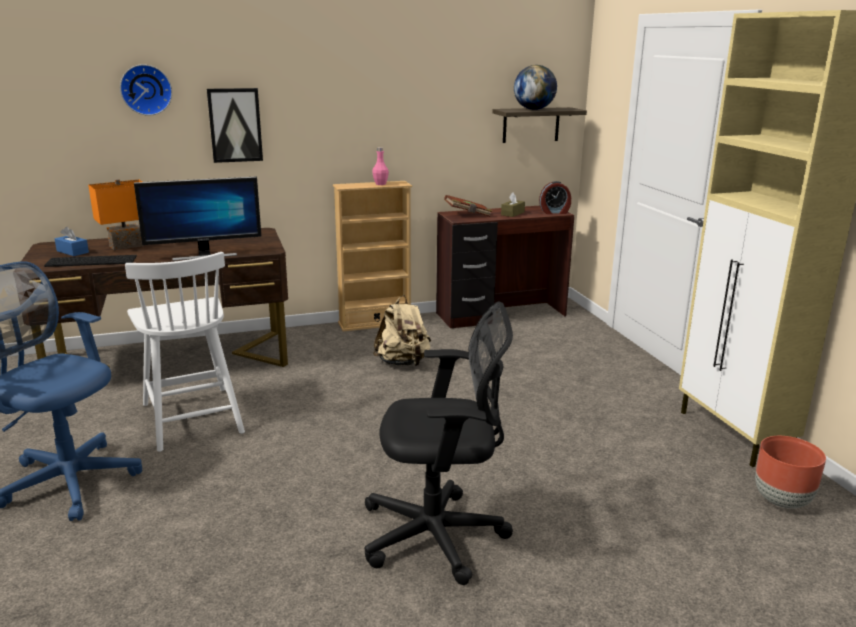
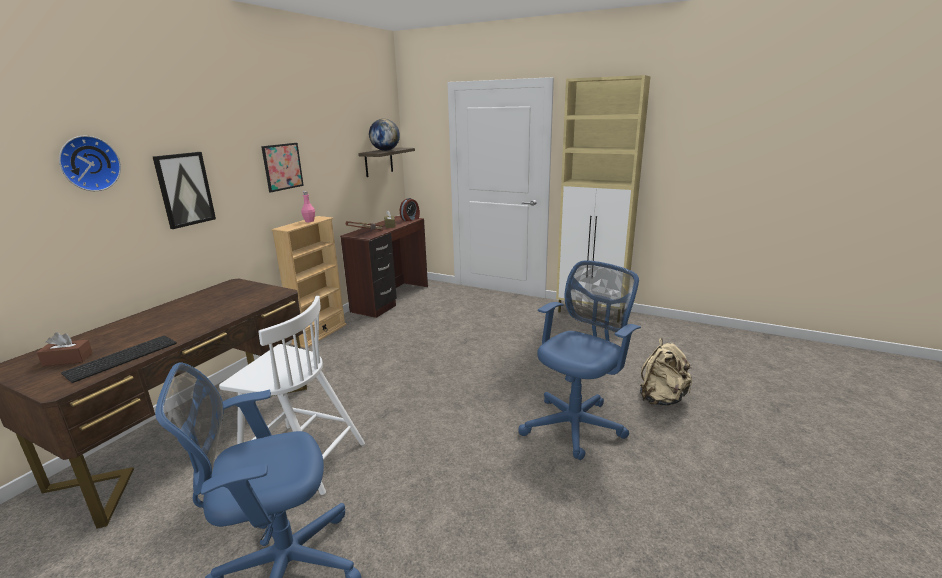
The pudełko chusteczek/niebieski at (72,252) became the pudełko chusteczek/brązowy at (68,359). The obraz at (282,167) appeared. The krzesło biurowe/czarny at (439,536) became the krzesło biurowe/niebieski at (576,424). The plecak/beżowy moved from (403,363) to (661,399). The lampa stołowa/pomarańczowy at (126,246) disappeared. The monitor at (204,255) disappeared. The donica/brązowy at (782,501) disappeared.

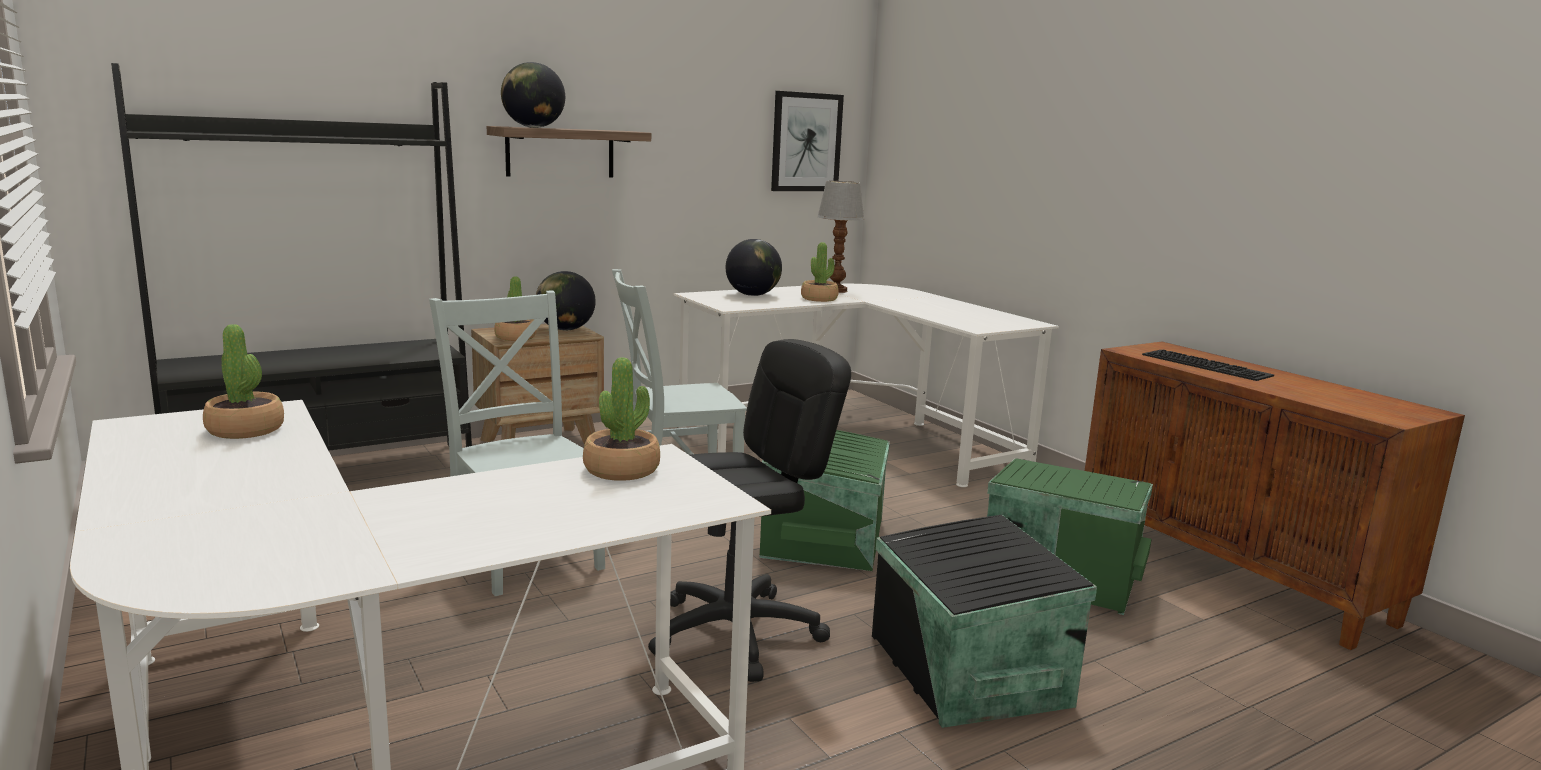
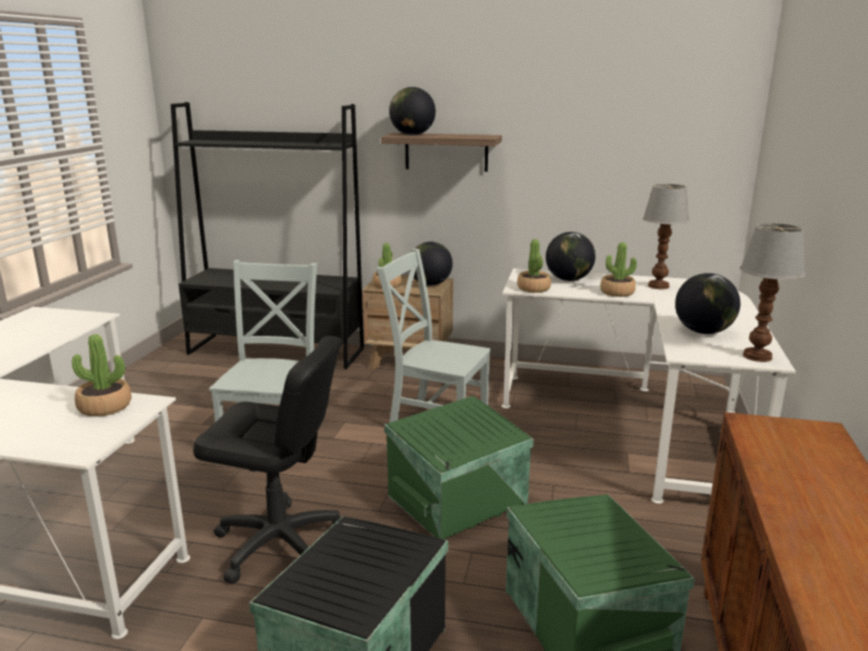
The roślina doniczkowa moved from (246,429) to (533,288). The globus at (703,332) appeared. The lampa stołowa at (758,357) appeared. The obraz at (806,142) disappeared. The klawiatura at (1208,365) disappeared.

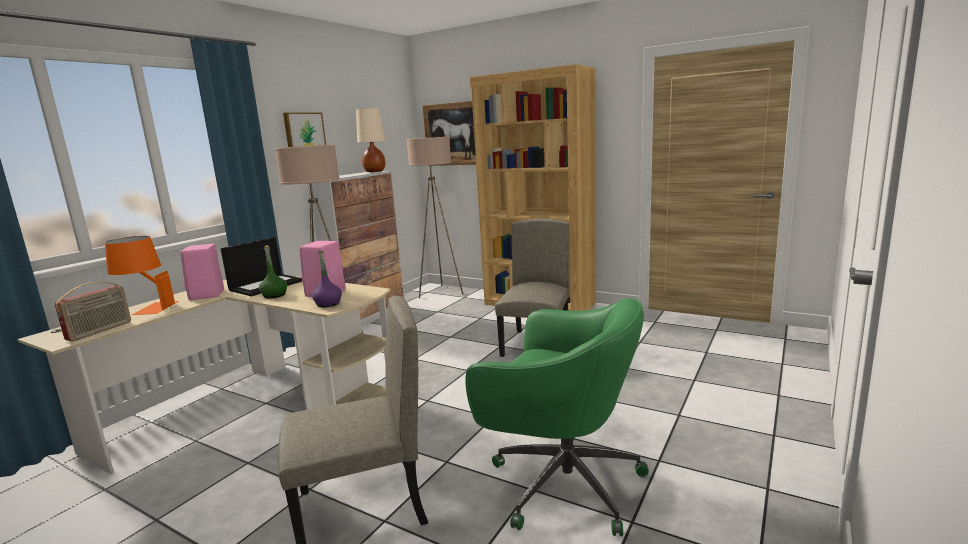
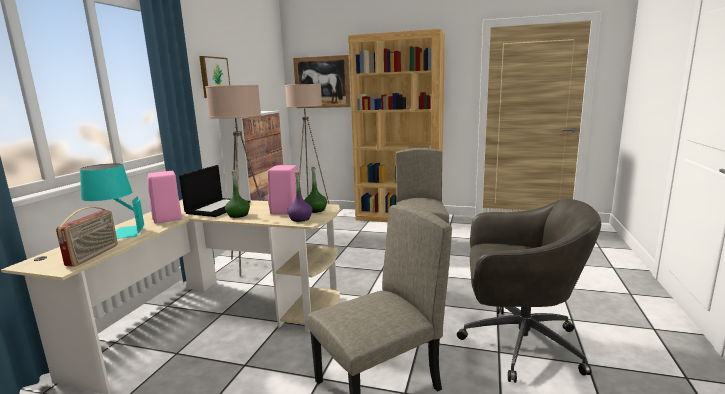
The lampa stołowa/pomarańczowy at (147,308) became the lampa stołowa/turkusowy at (118,233). The butelka/zielony at (315,210) appeared. The krzesło biurowe/zielony at (561,482) became the krzesło biurowe/szary at (518,344). The lampa stołowa/beżowy at (375,171) disappeared.

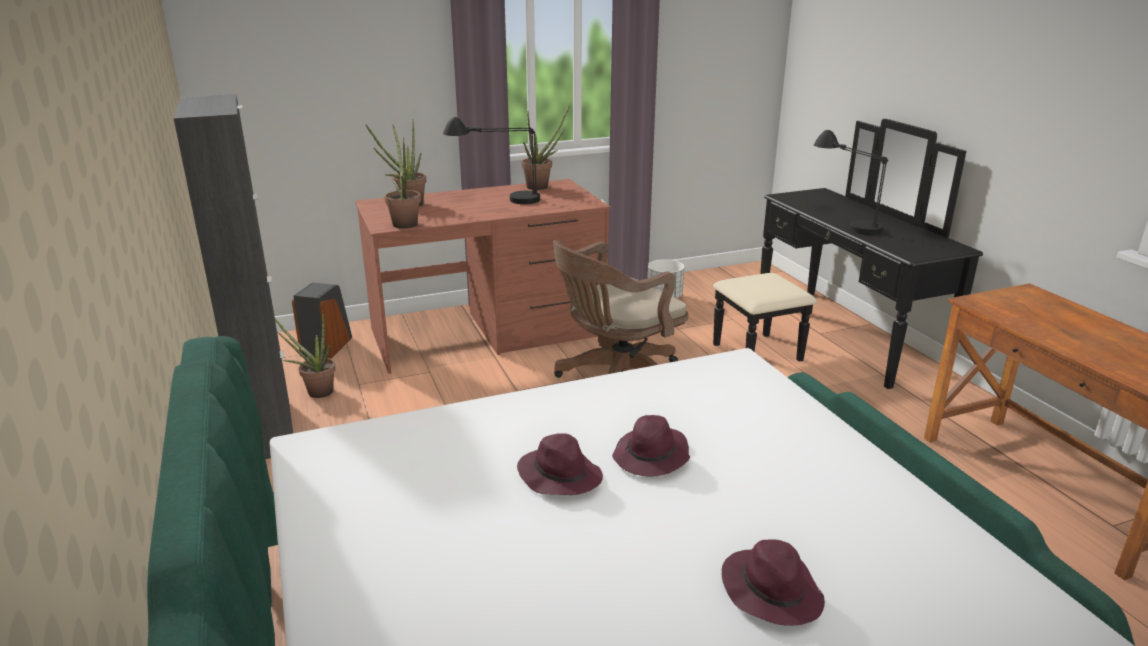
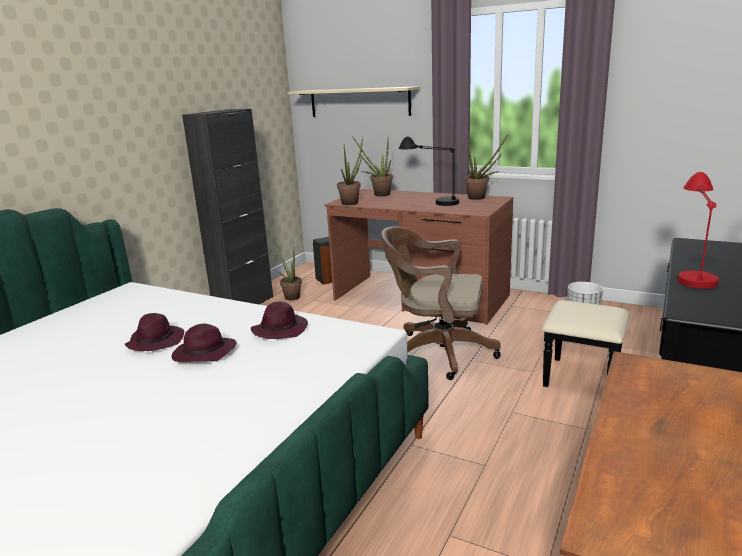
The kapelusz/fioletowy moved from (770,590) to (280,329). The półka/beżowy at (359,102) appeared. The lampa stołowa/czarny at (844,222) became the lampa stołowa/czerwony at (692,271).

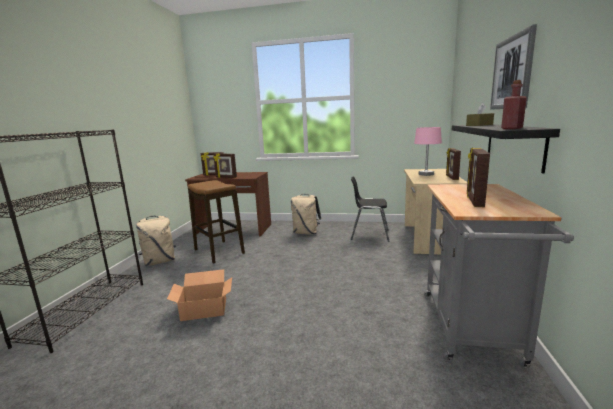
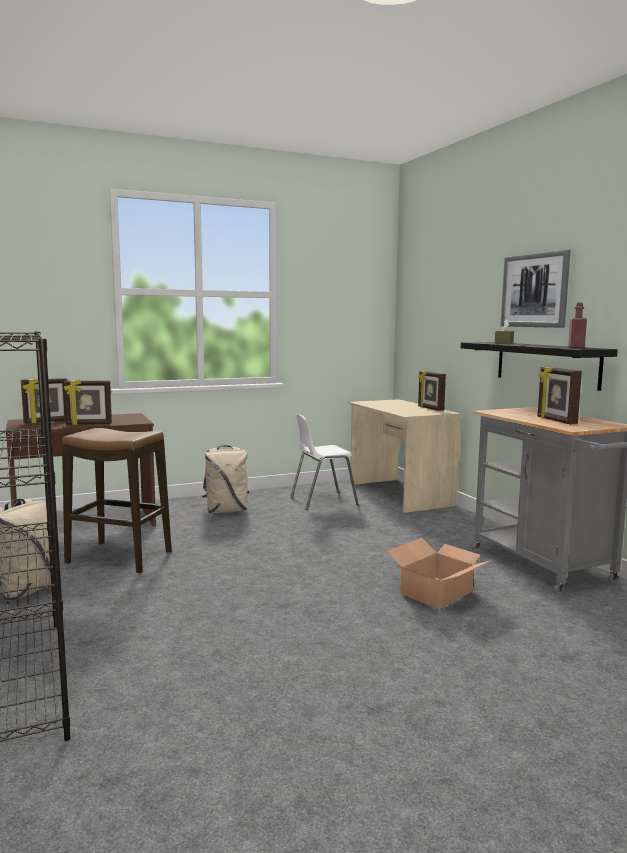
The krzesło/czarny at (369,235) became the krzesło/biały at (322,501). The karton moved from (204,309) to (435,592). The lampa stołowa/różowy at (426,174) disappeared.

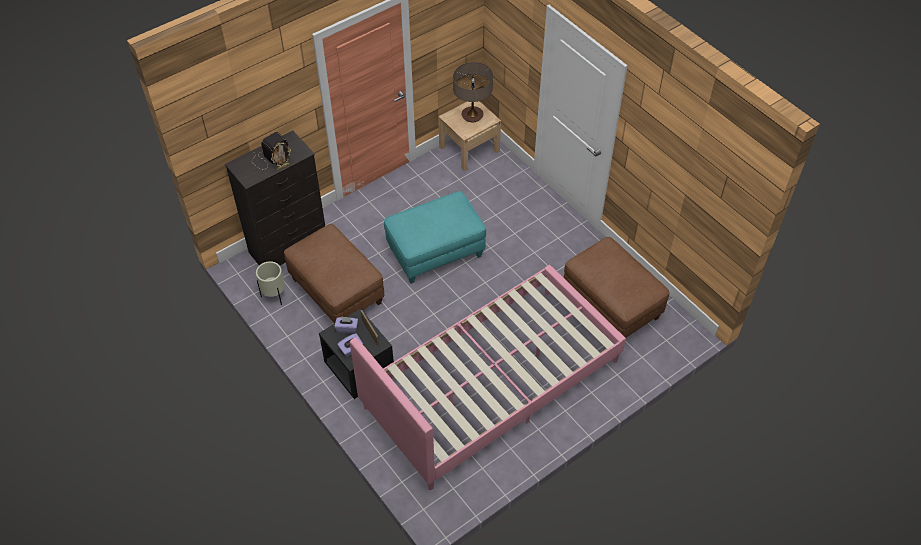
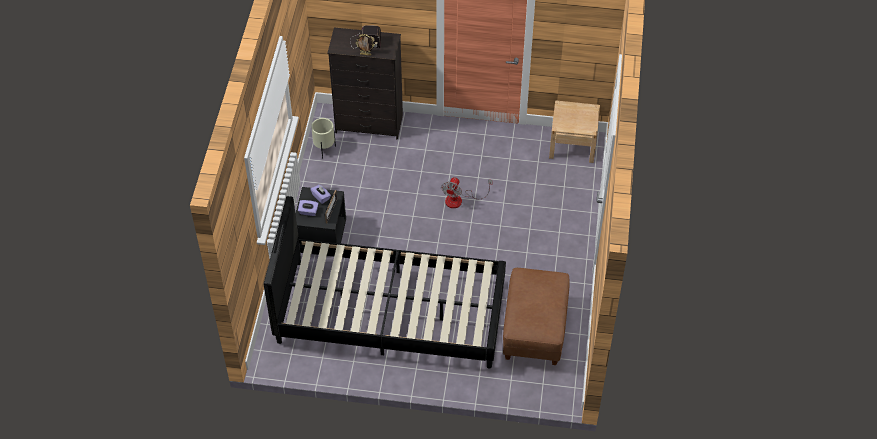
The łóżko/różowy at (491,384) became the łóżko/czarny at (390,313). The pufa/turkusowy at (436,252) was replaced by the wentylator at (459,200). The pufa/brązowy at (336,292) disappeared. The lampa stołowa at (472,115) disappeared.

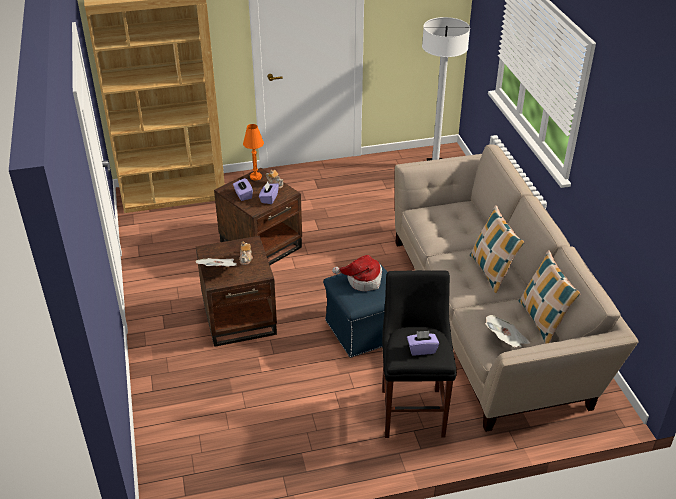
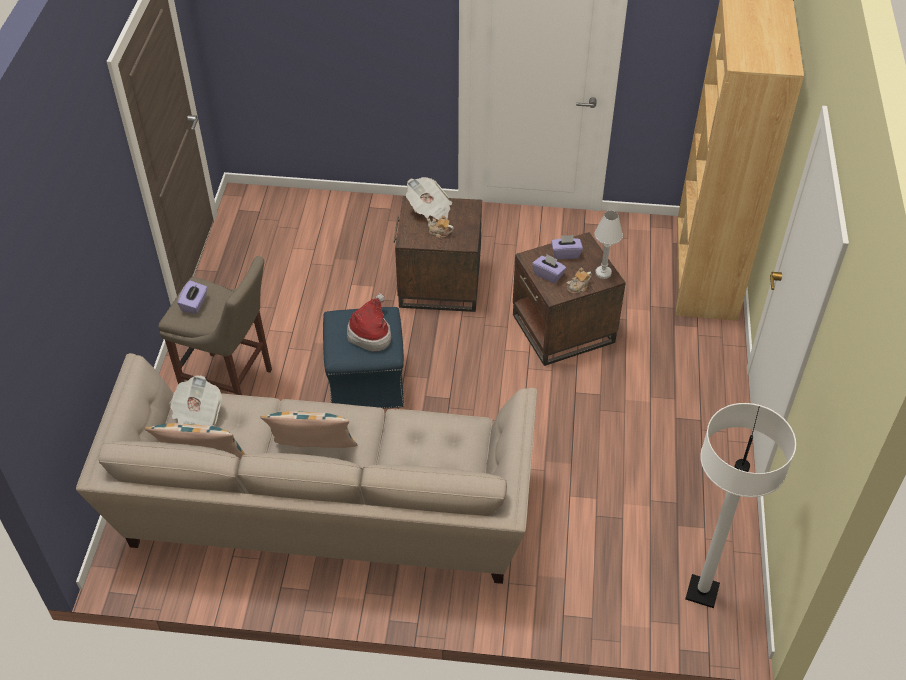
The stołek/czarny at (412,409) became the stołek/beżowy at (232,385). The lampa stołowa/pomarańczowy at (255,177) became the lampa stołowa/biały at (603,273).

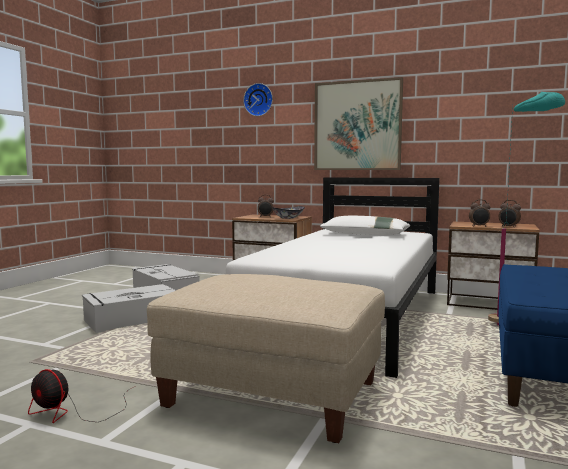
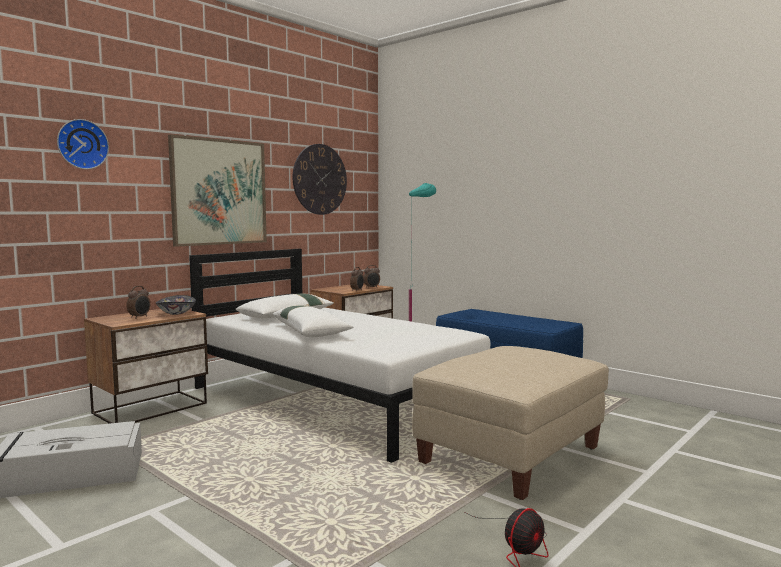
The poduszka/biały at (311,331) appeared. The zegar ścienny at (320,179) appeared. The pojemnik do przechowywania/szary at (132,319) disappeared.

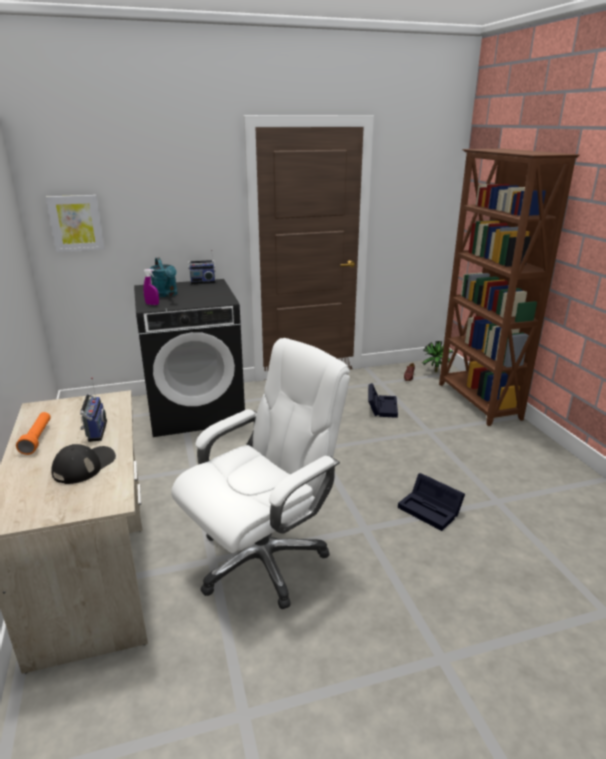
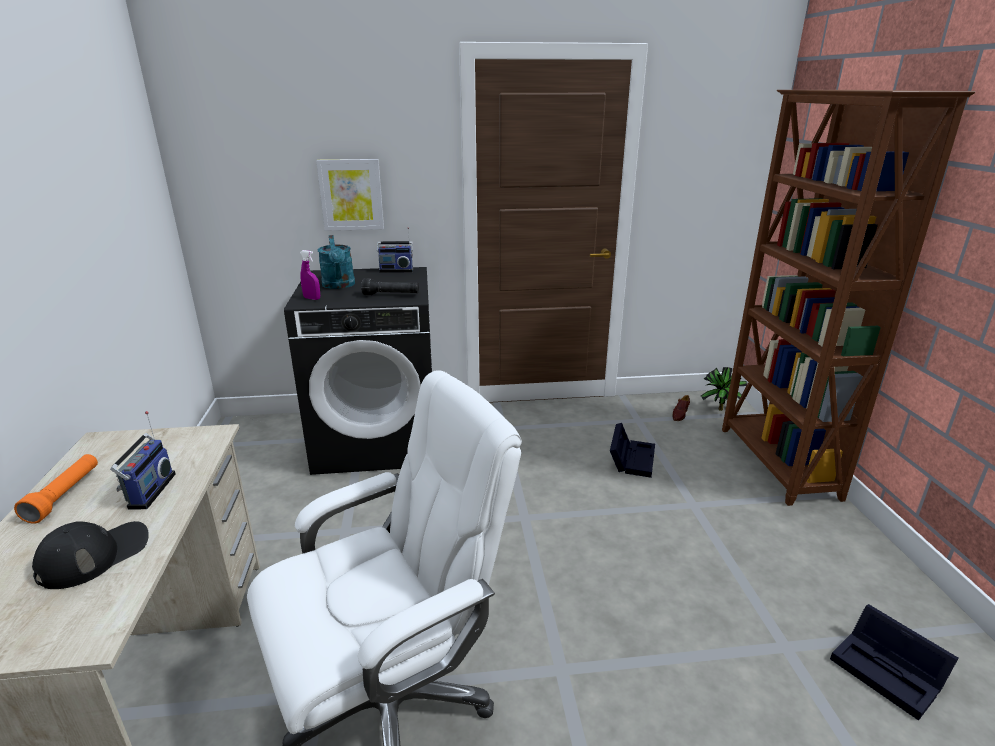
The obraz moved from (76,223) to (351,194). The latarka/czarny at (391,295) appeared. The pojemnik do przechowywania/czarny moved from (431,510) to (890,672).

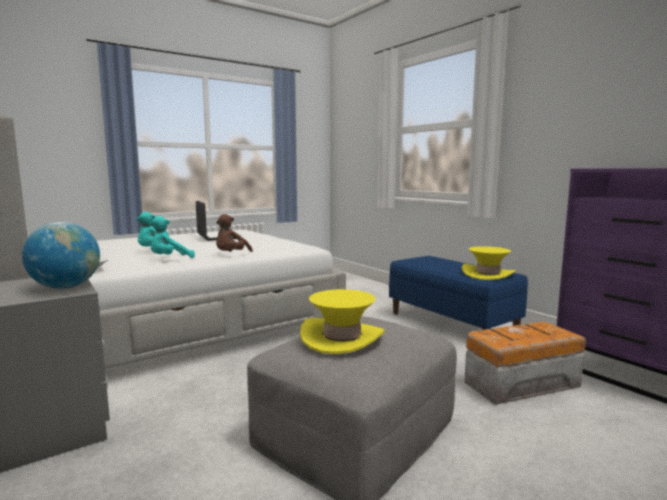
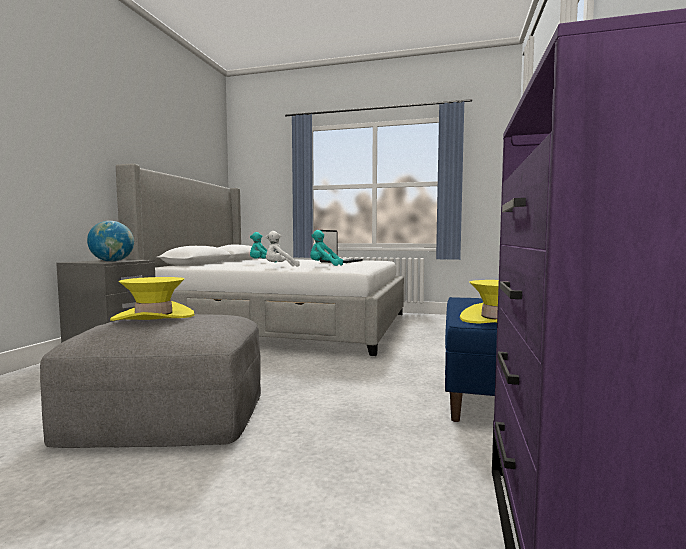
The pluszak/brązowy at (231,255) became the pluszak/biały at (280,267). The pluszak/turkusowy moved from (170,259) to (323,266). The pojemnik do przechowywania at (518,384) disappeared.

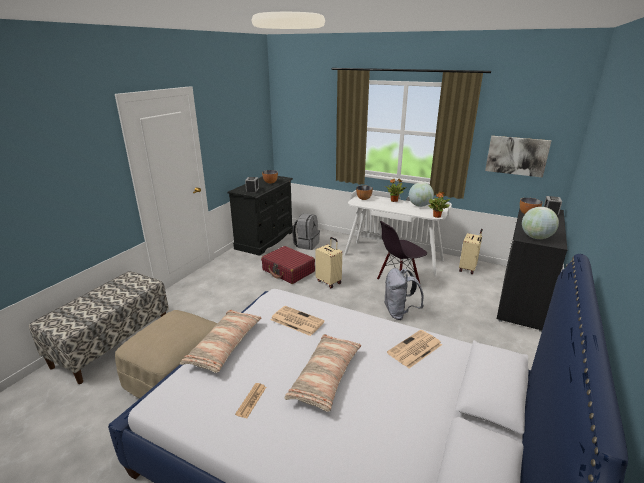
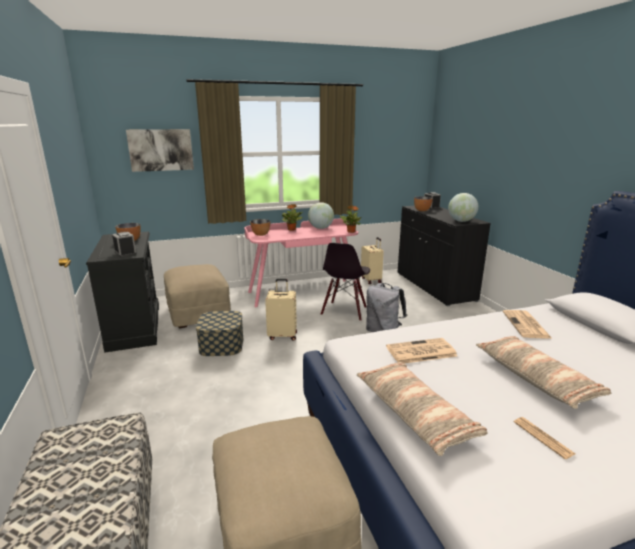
The obraz moved from (516,156) to (161,150). The plecak/szary at (306,244) was replaced by the pufa/beżowy at (197,312). The walizka/czerwony at (288,271) was replaced by the pojemnik do przechowywania at (221,345). The biurko/biały at (393,257) became the biurko/różowy at (303,292).

